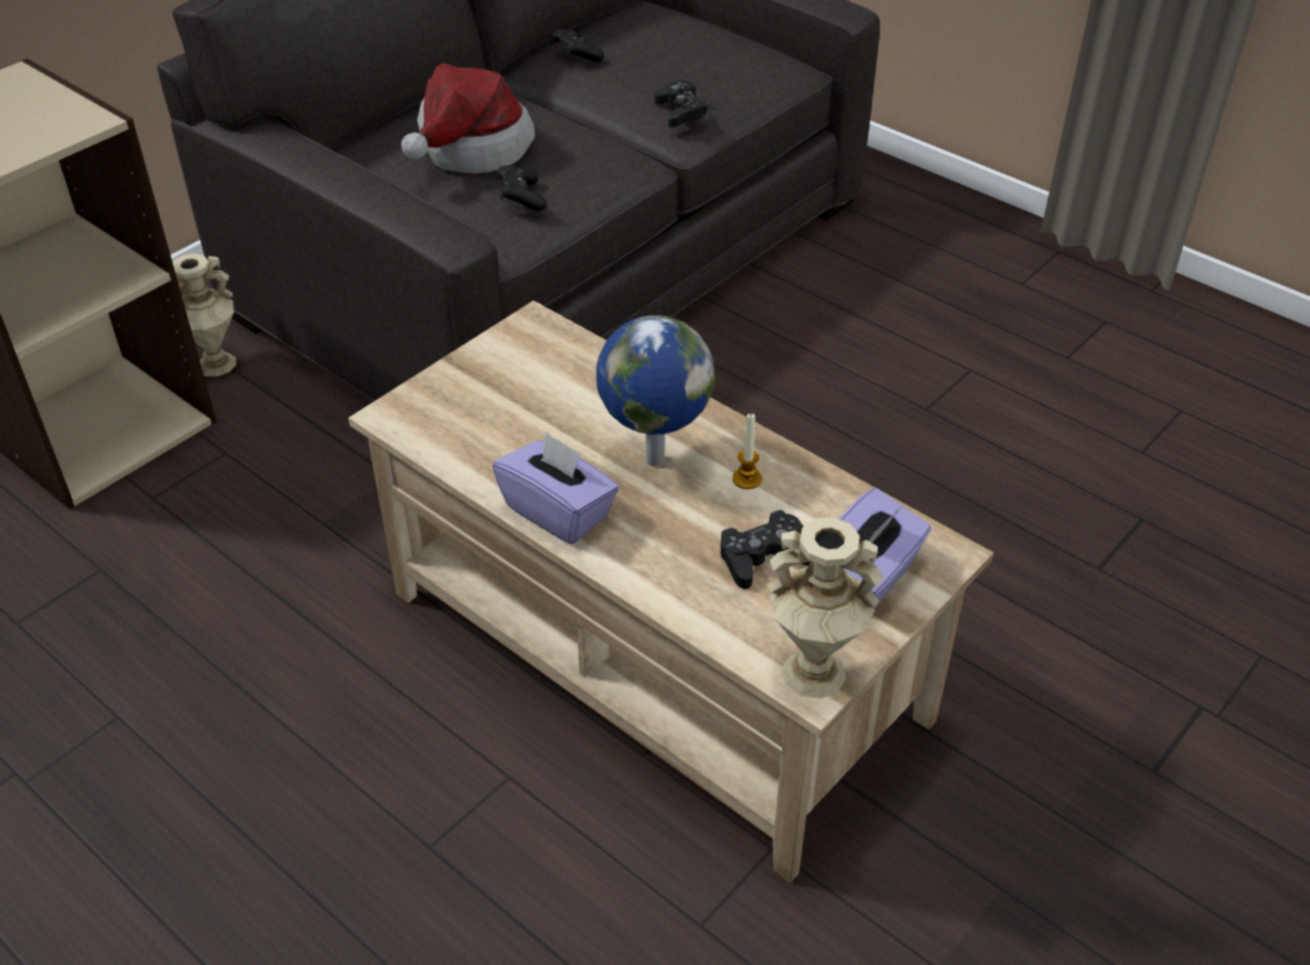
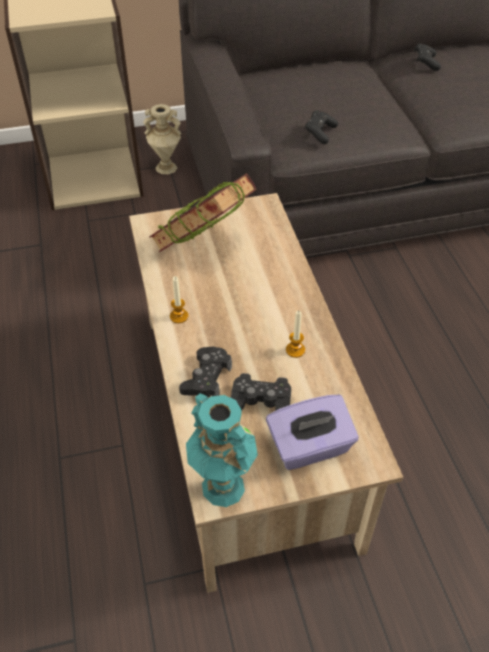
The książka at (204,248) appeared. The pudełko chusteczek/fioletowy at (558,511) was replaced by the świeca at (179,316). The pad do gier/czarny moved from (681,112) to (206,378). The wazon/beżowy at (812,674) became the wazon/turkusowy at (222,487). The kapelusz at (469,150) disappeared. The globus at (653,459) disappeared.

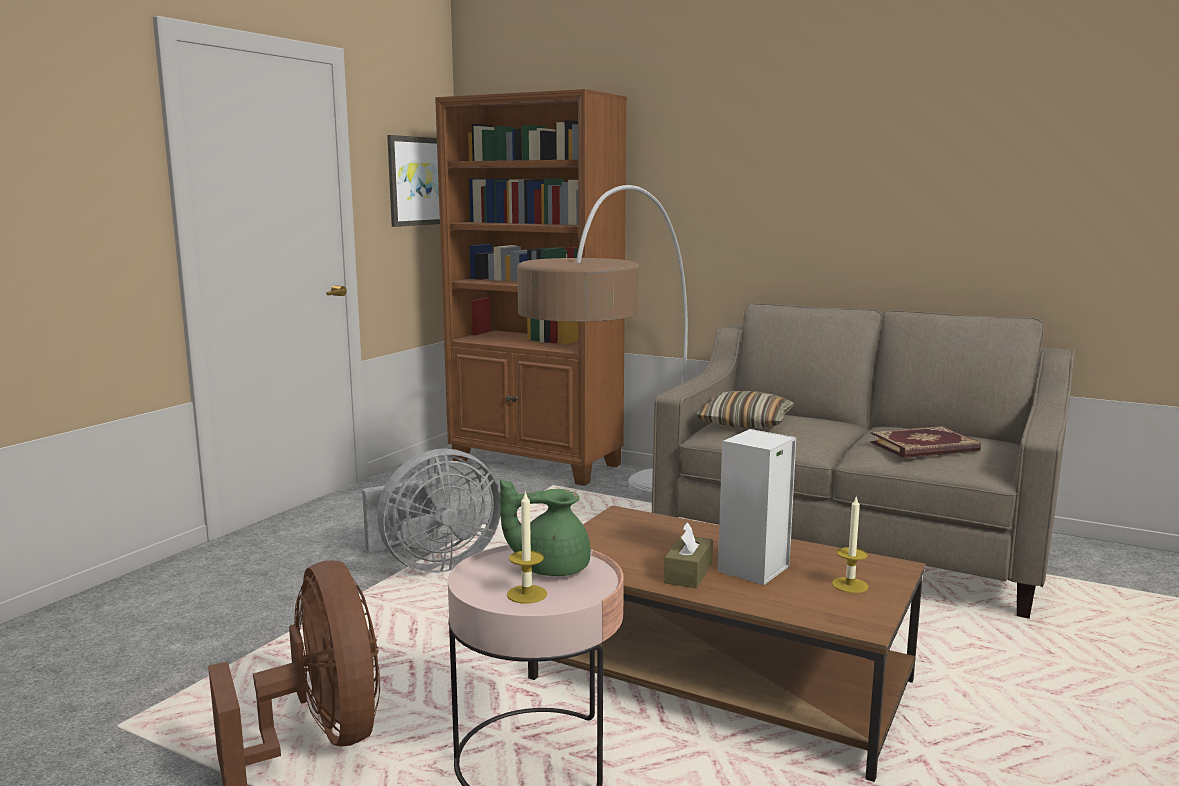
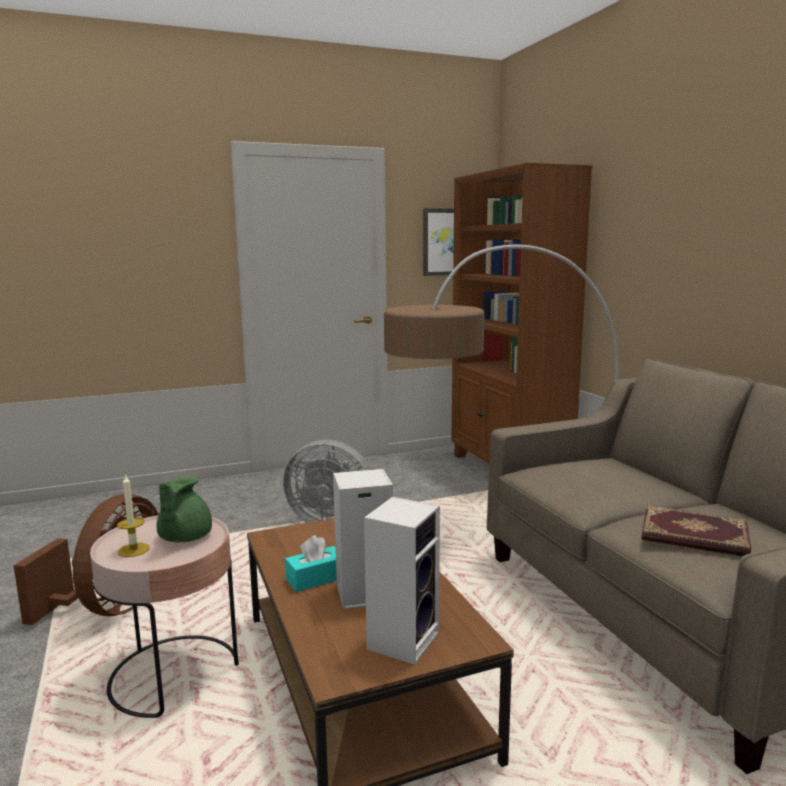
The imbryk/zielony at (550,568) turned 120 degrees counterclockwise. The pudełko chusteczek/brązowy at (688,573) became the pudełko chusteczek/turkusowy at (316,578). The świeca at (850,585) was replaced by the głośnik at (403,639). The poduszka at (745,423) disappeared.

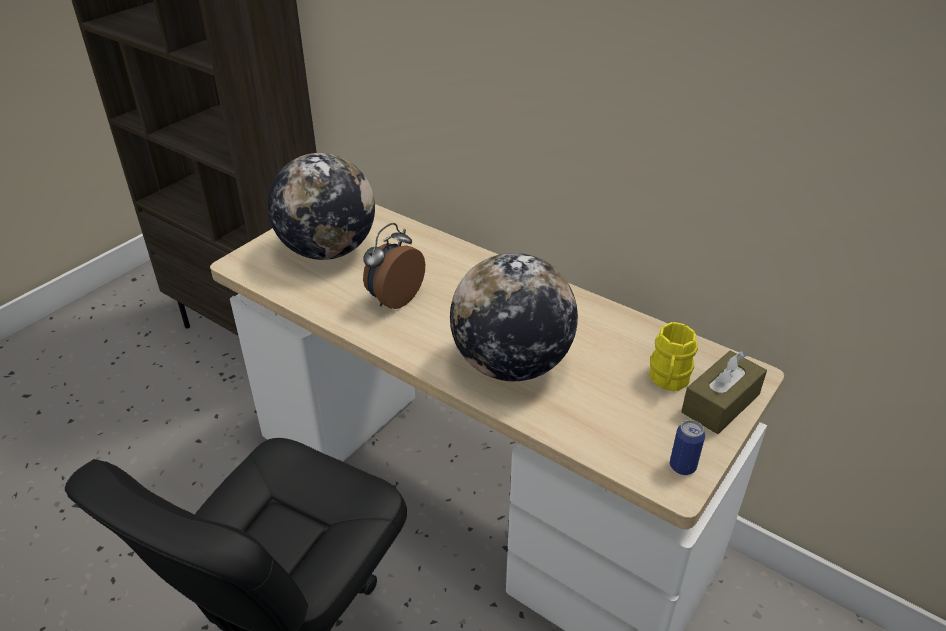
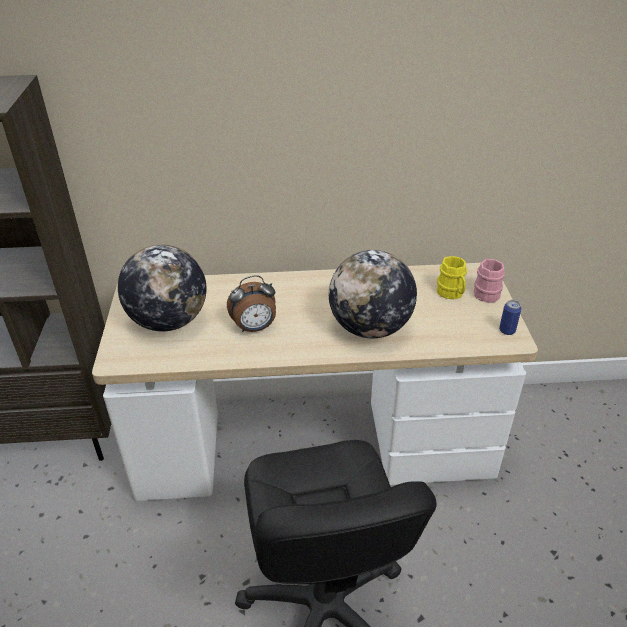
The budzik at (393,298) turned 105 degrees counterclockwise. The pudełko chusteczek/brązowy at (720,403) was replaced by the kubek/różowy at (486,292).

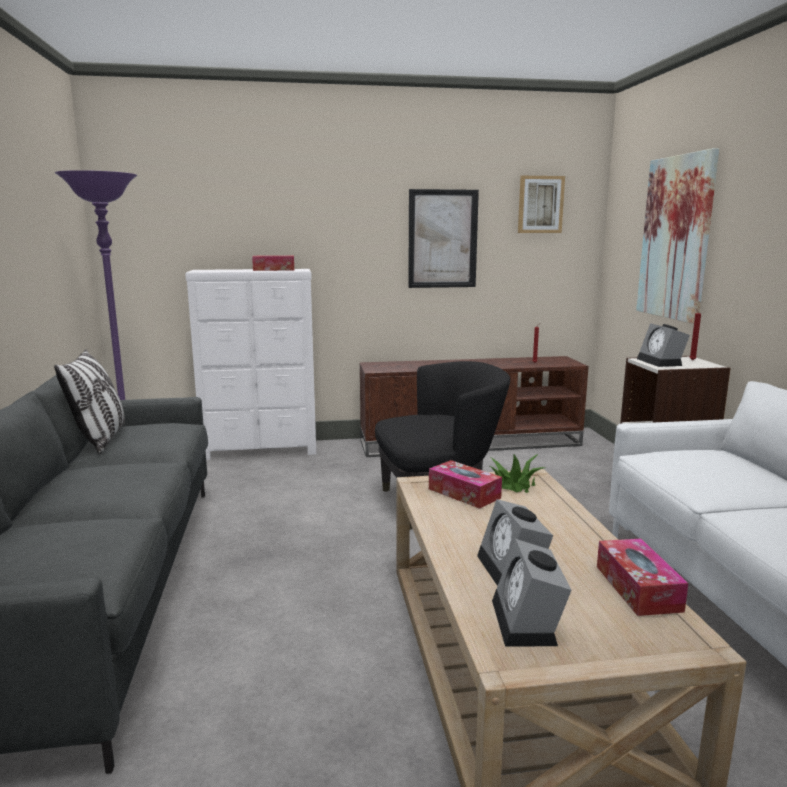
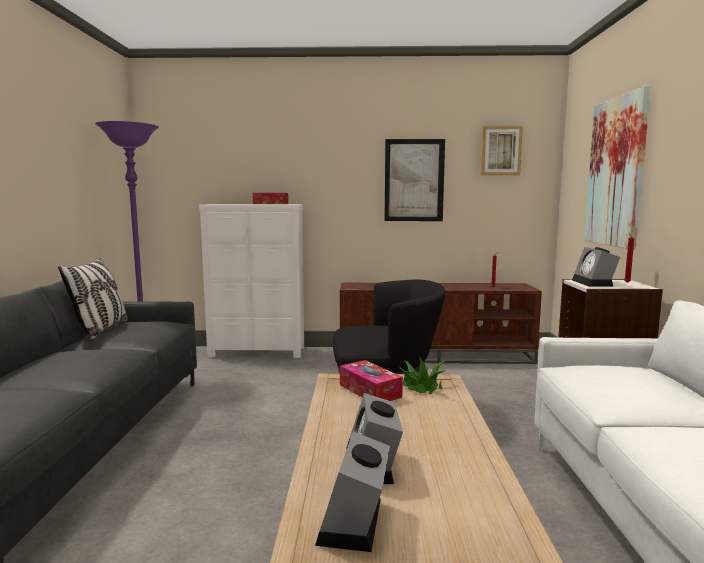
The pudełko chusteczek at (637,588) disappeared.

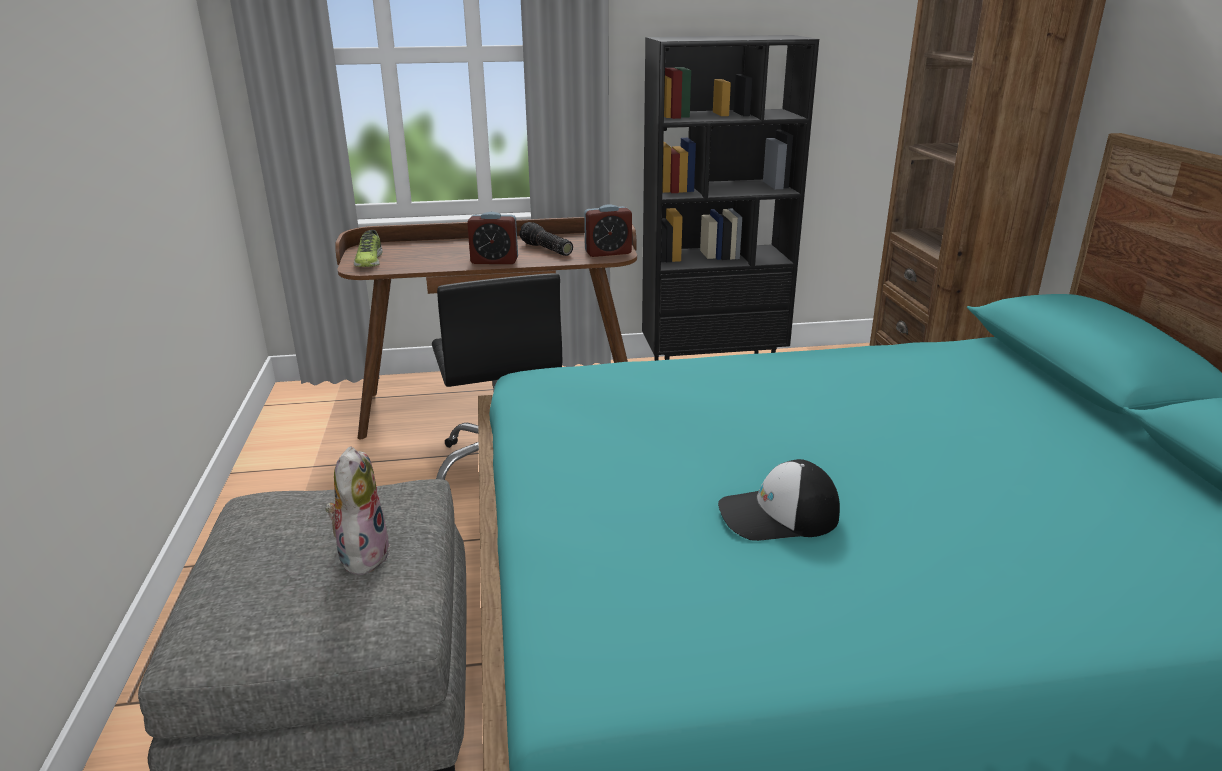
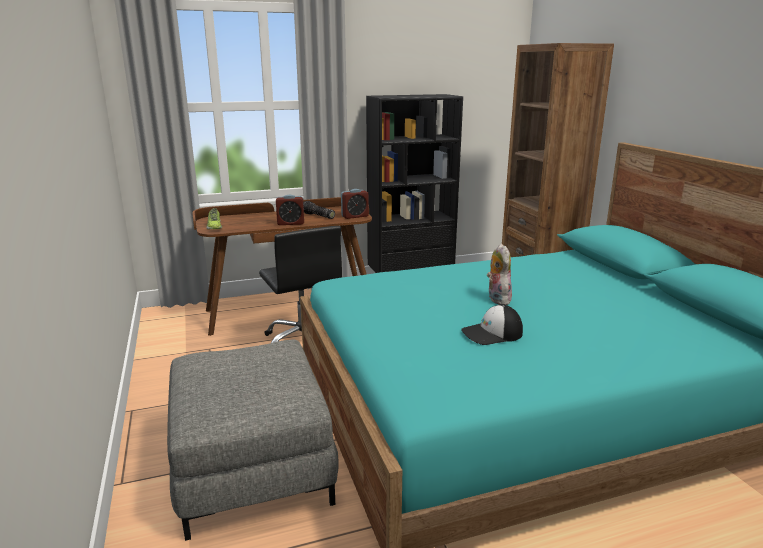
The pluszak moved from (362,554) to (497,299).

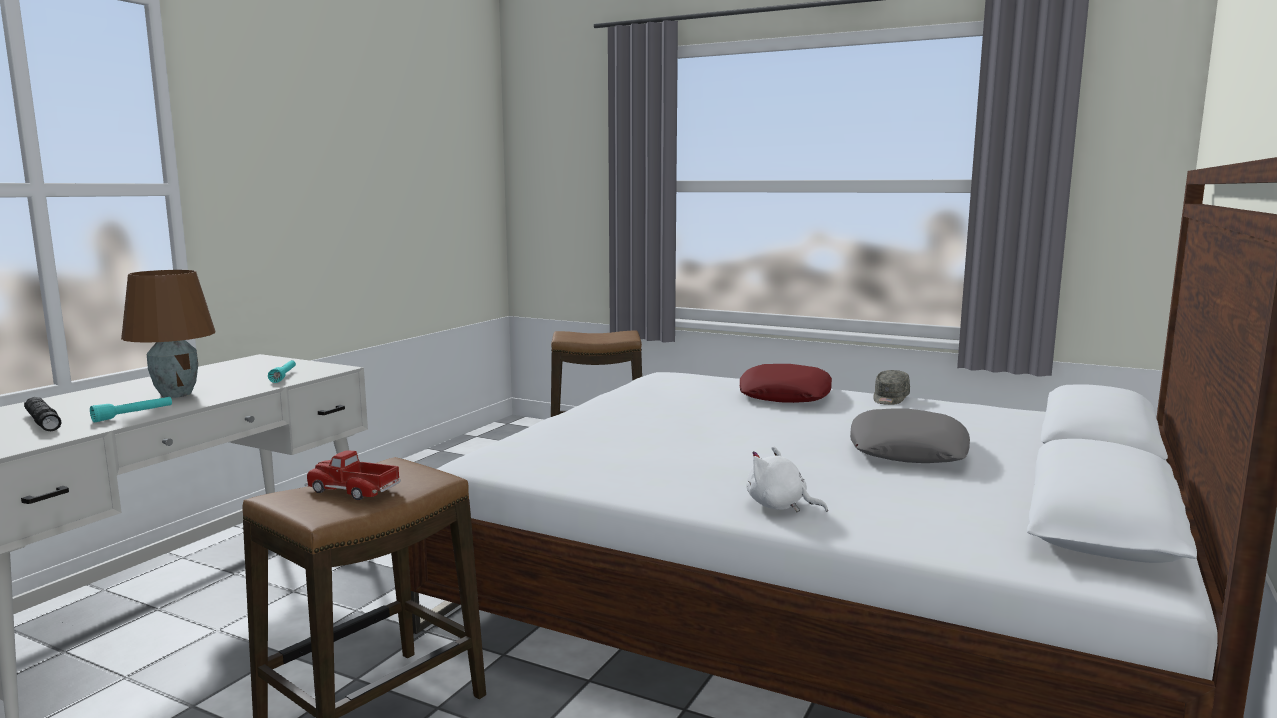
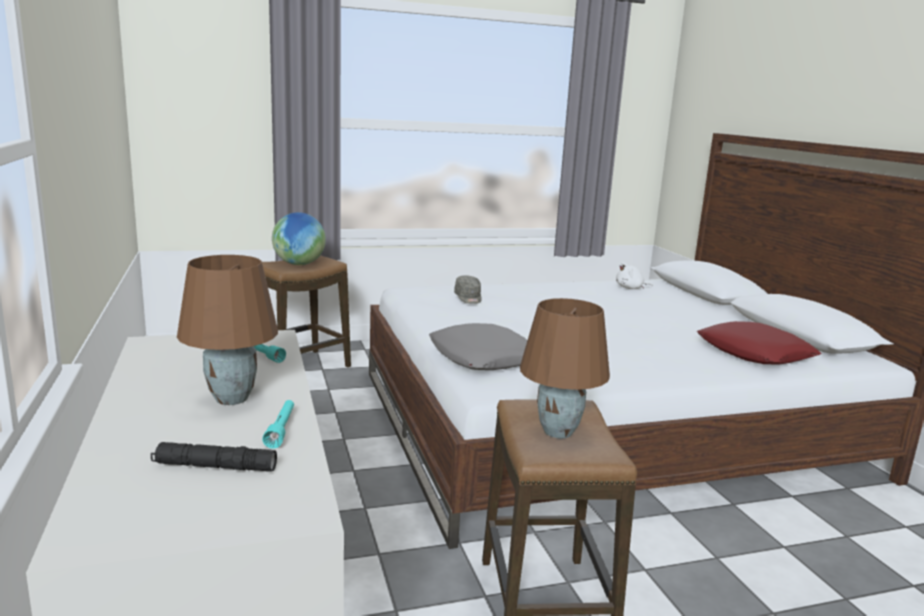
The globus at (299,264) appeared. The poduszka/szary moved from (908,450) to (483,357). The czapka z daszkiem/szary moved from (890,399) to (468,298). The ciężarówka zabawkowa at (353,490) was replaced by the lampa stołowa/brązowy at (559,432). The pluszak/biały moved from (779,506) to (631,288). The poduszka/czerwony moved from (785,395) to (755,353).

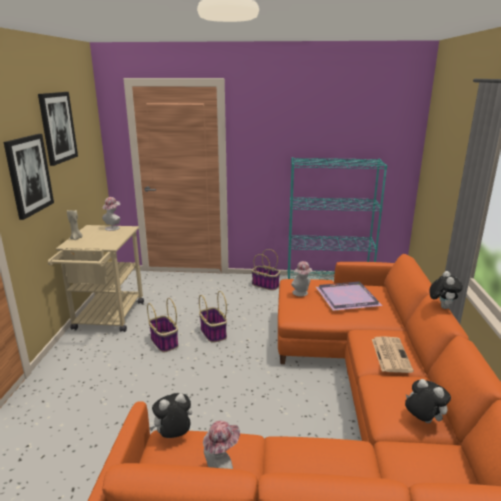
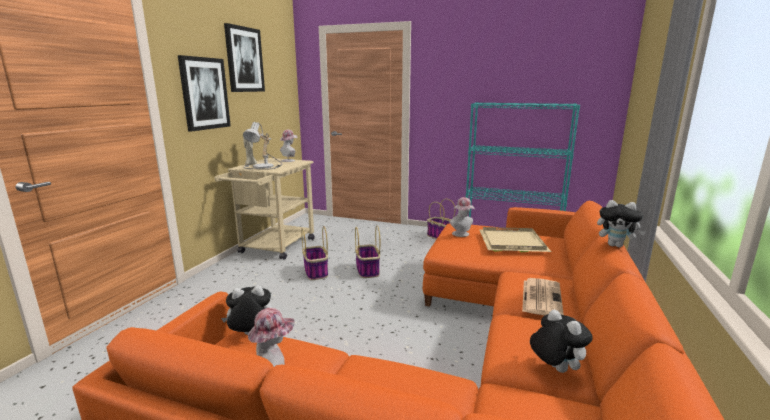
The lampa stołowa at (264,167) appeared. The taca/fioletowy at (347,297) became the taca/beżowy at (513,242). The pluszak at (441,306) turned 90 degrees clockwise.

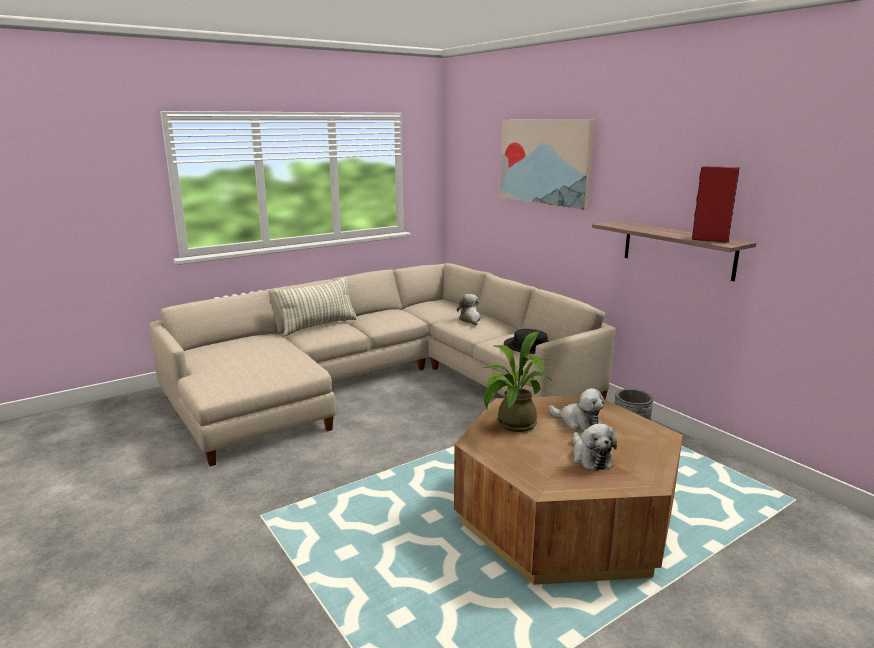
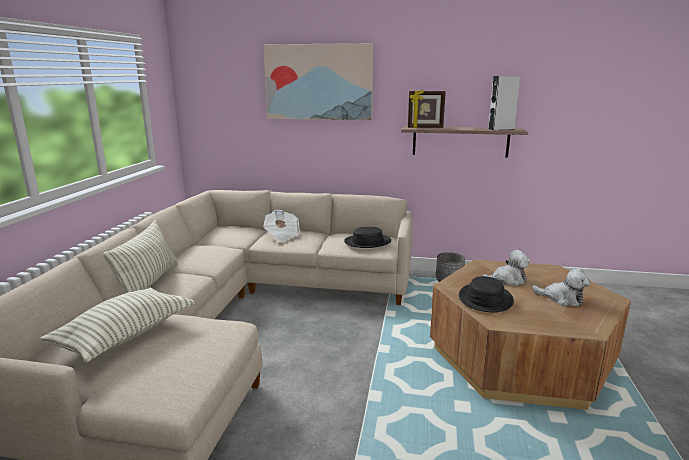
The poduszka at (126,336) appeared. The pluszak at (470,320) was replaced by the gazeta at (282,235). The ramka na zdjęcie at (425,128) appeared. The roślina doniczkowa at (512,425) was replaced by the kapelusz/czarny at (485,299). The głośnik/czerwony at (710,240) became the głośnik/szary at (501,129).

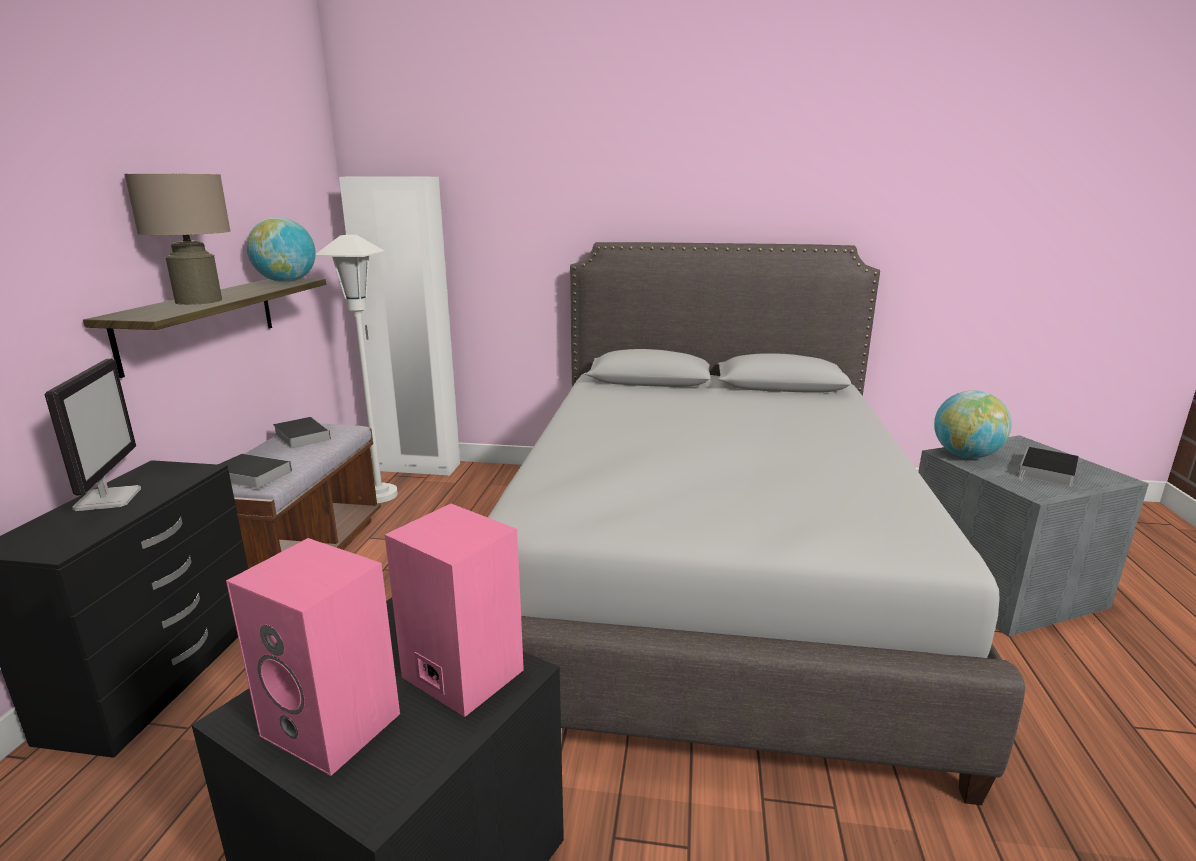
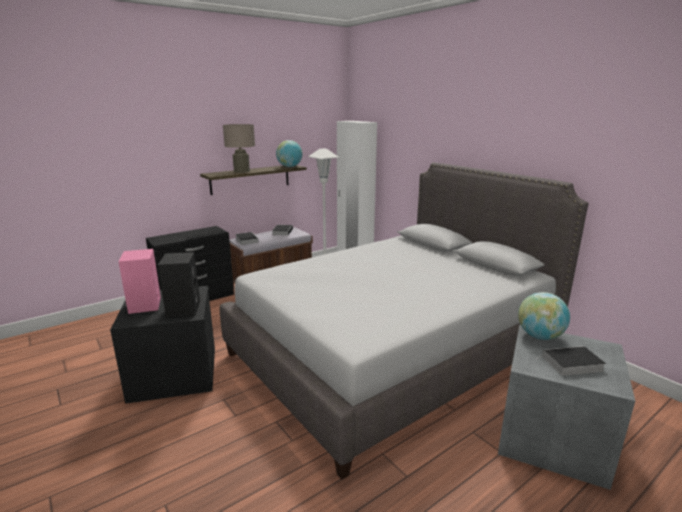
The głośnik/różowy at (459,674) became the głośnik/czarny at (183,309). The monitor at (108,499) disappeared.

